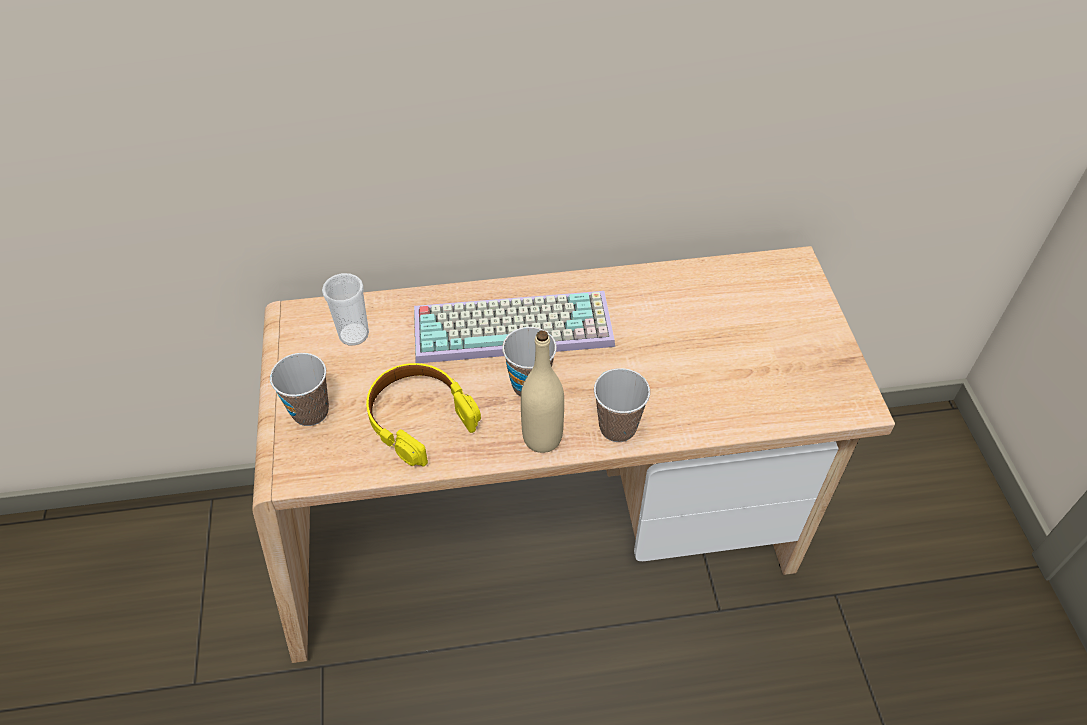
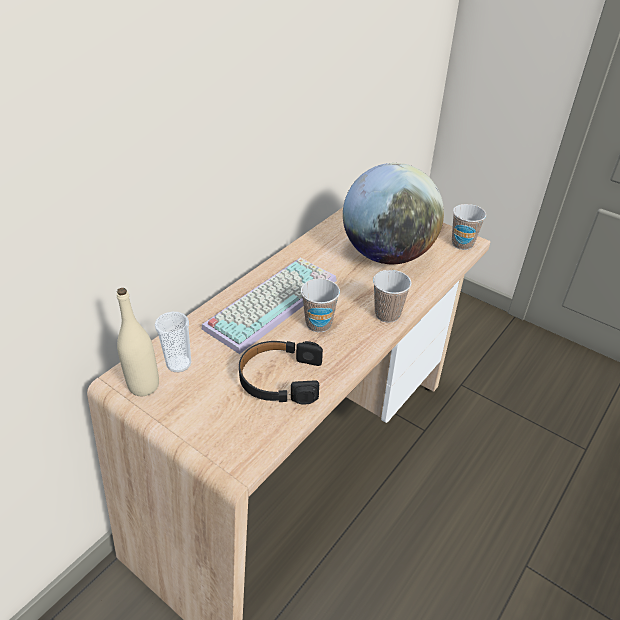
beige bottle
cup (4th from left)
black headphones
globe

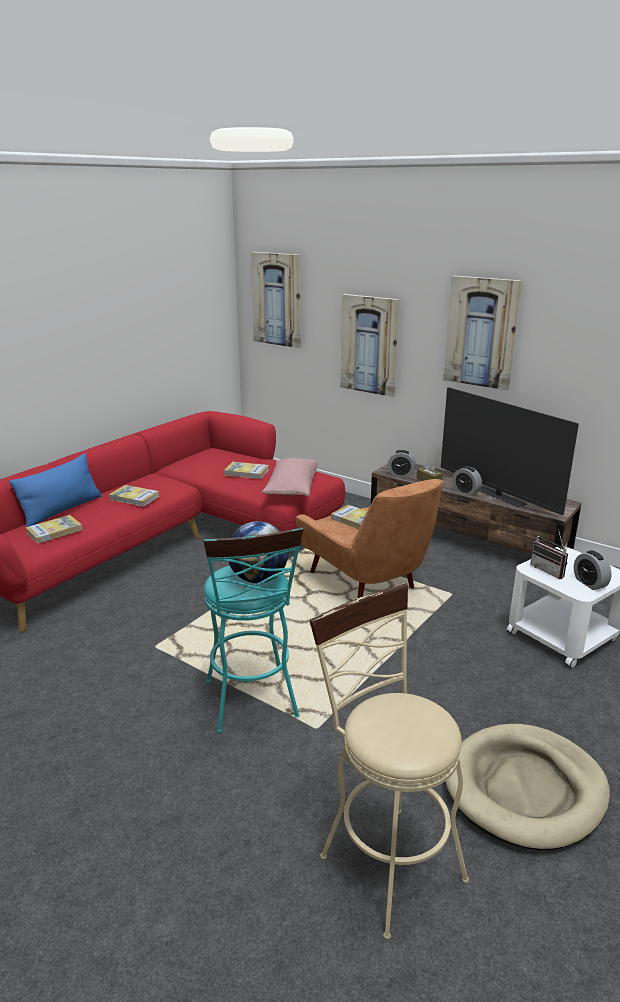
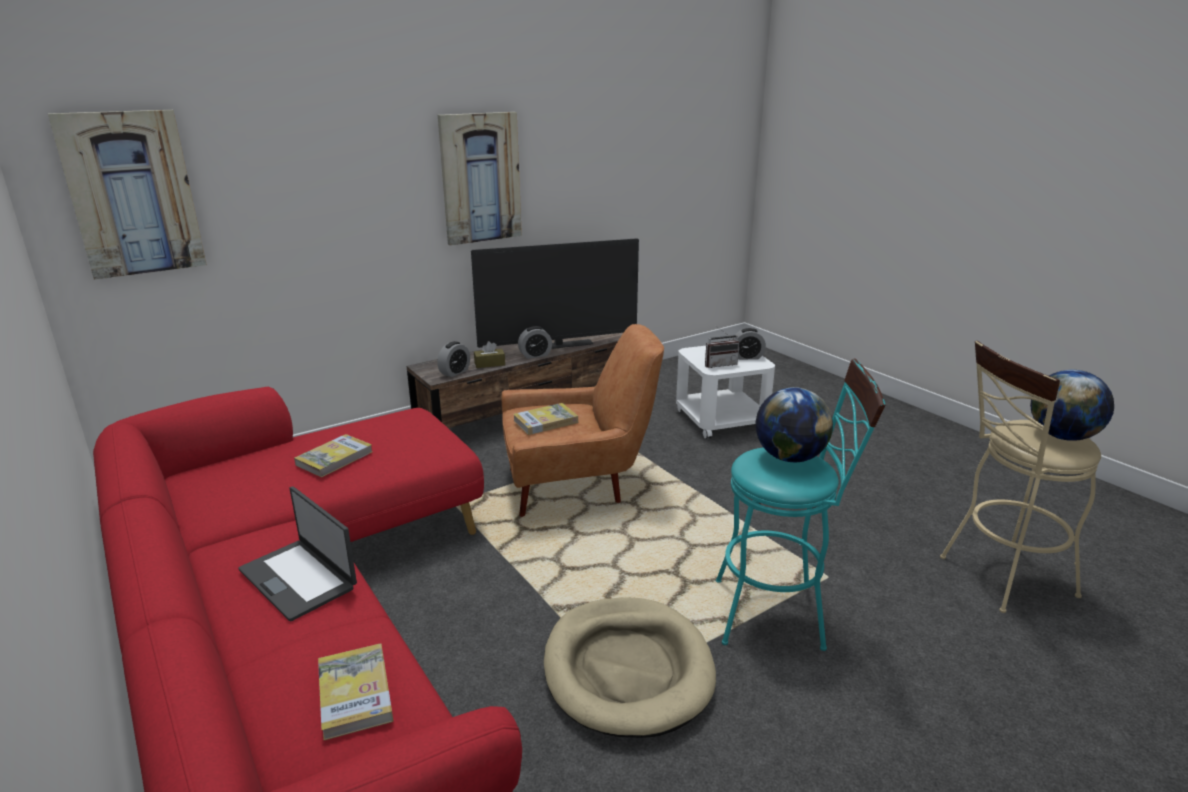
picture (2nd from left in the first image)
blue pillow
pink pillow
laptop
beige dog bed
globe (2nd from left)

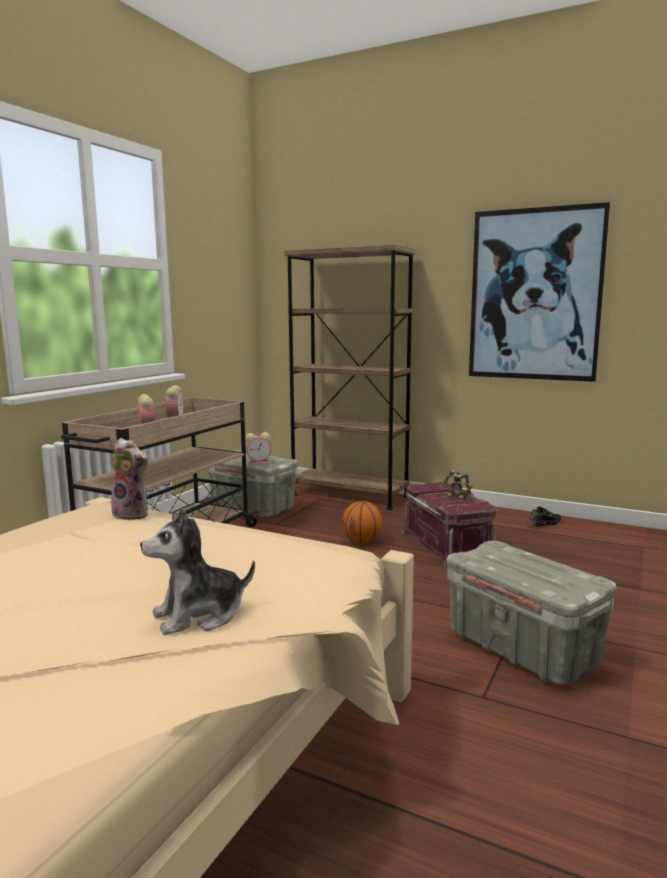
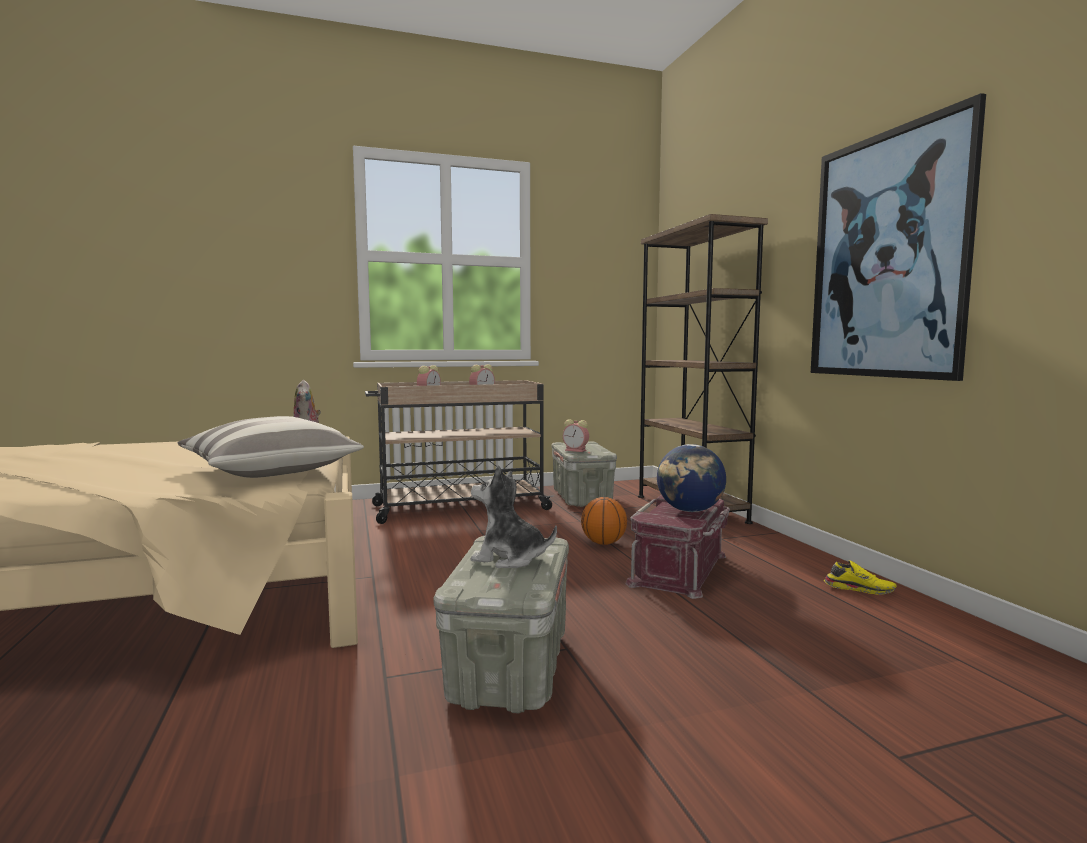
globe
yellow shoe
plush toy (2nd from left)
pillow

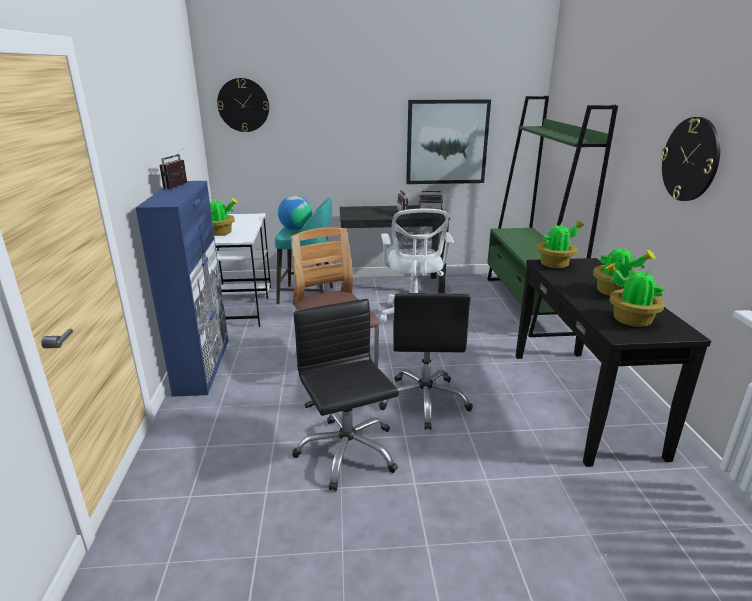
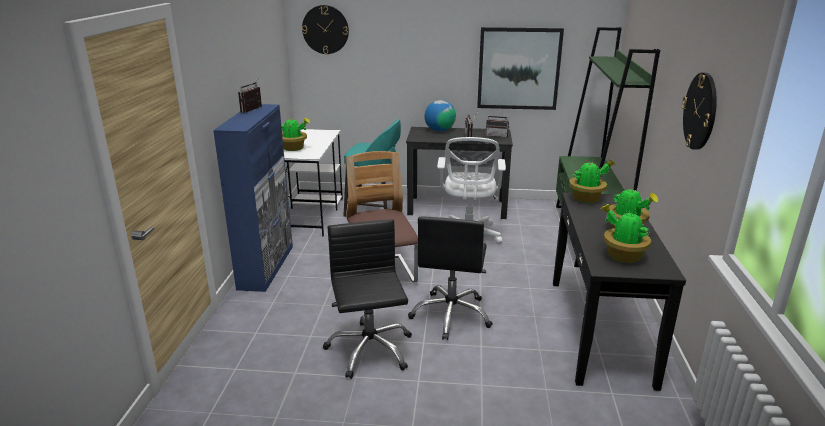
globe

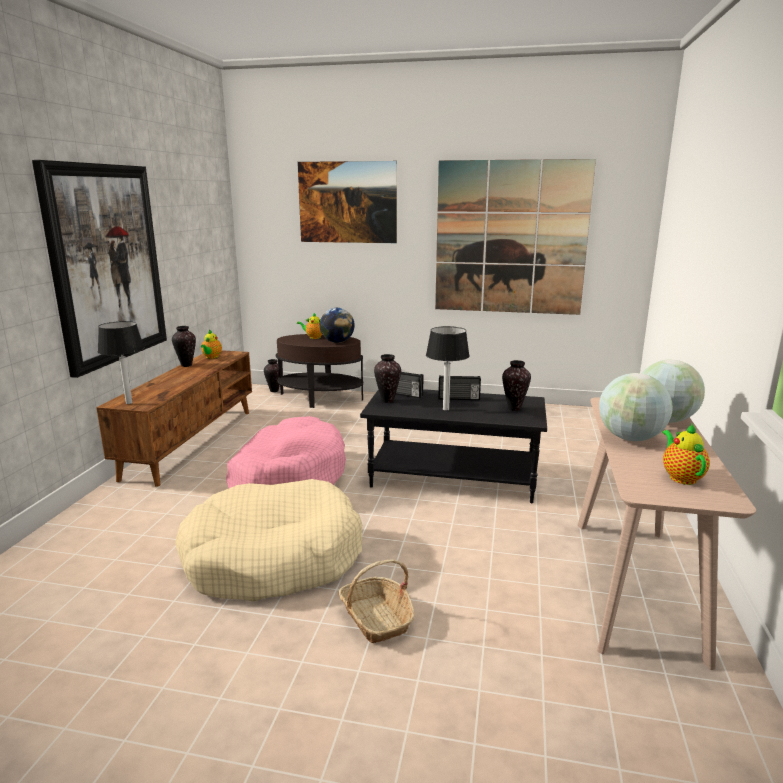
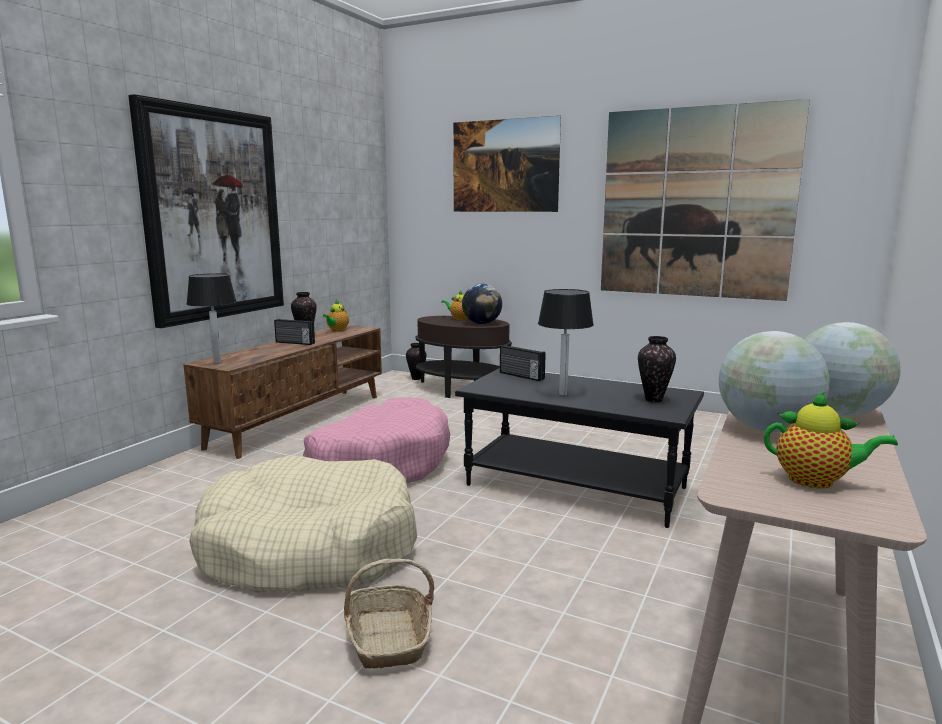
vase (3rd from left in the first image)
radio (1st from left)
teapot (3rd from left)

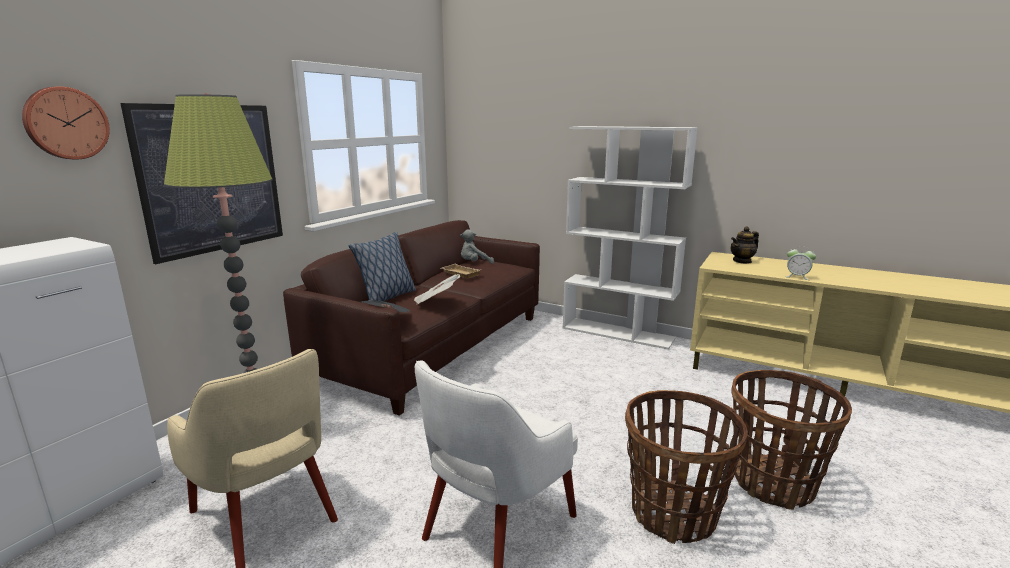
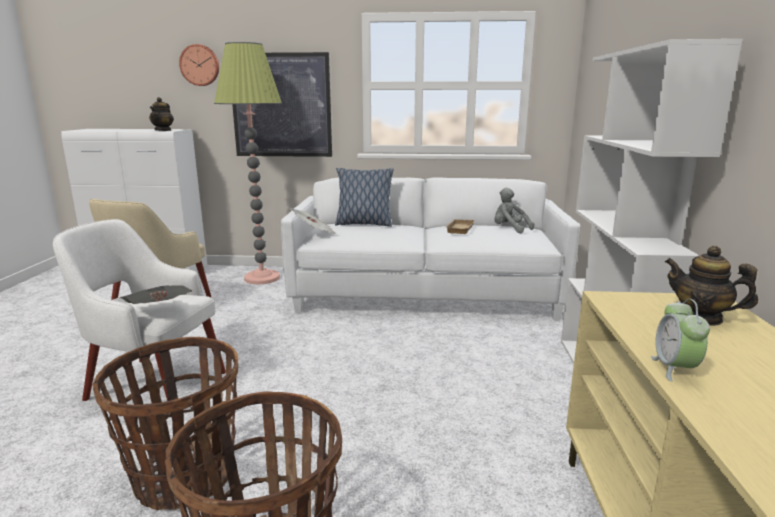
white sofa
newspaper (1st from left)
teapot (1st from left)

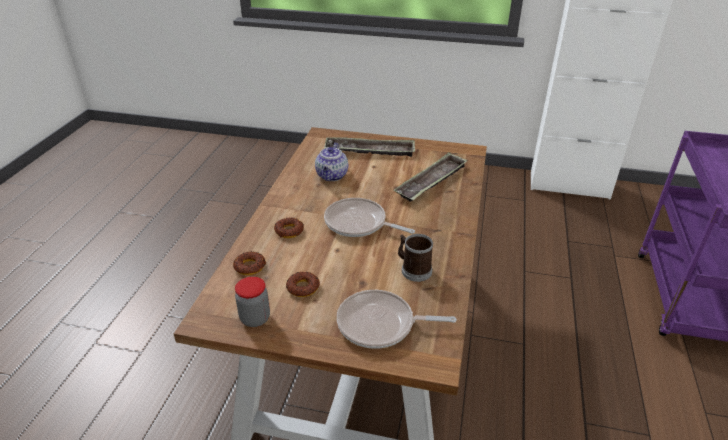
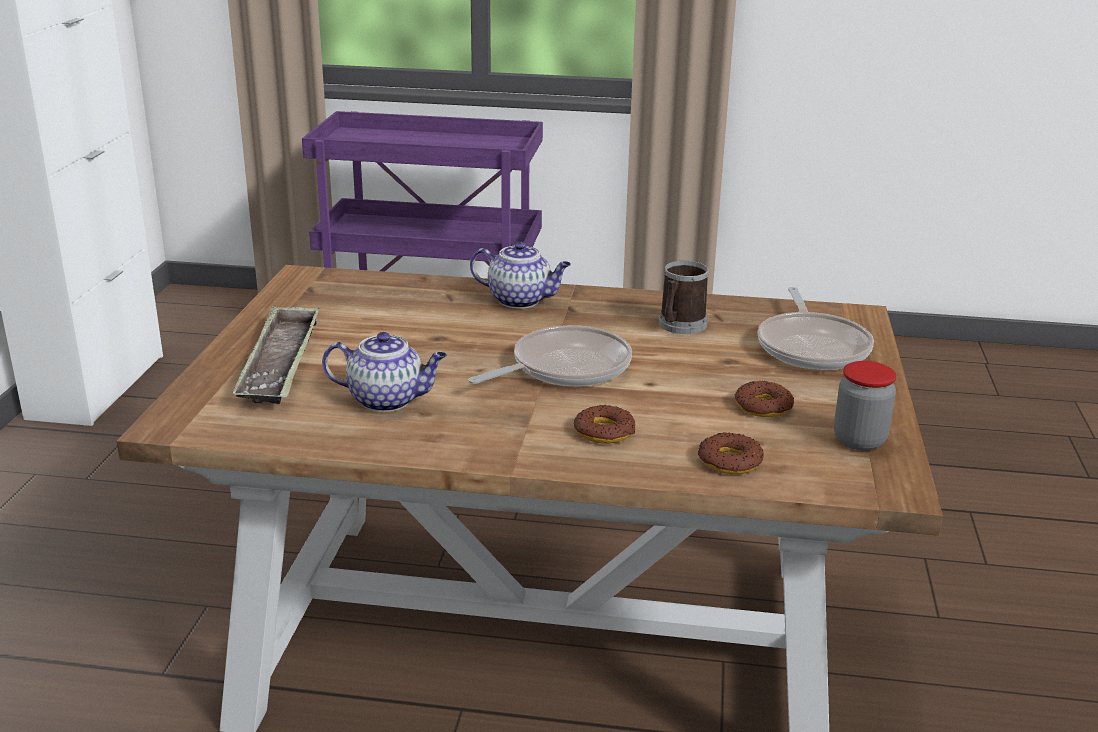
tray (2nd from left in the first image)
frying pan (1st from left)
teapot (2nd from left)

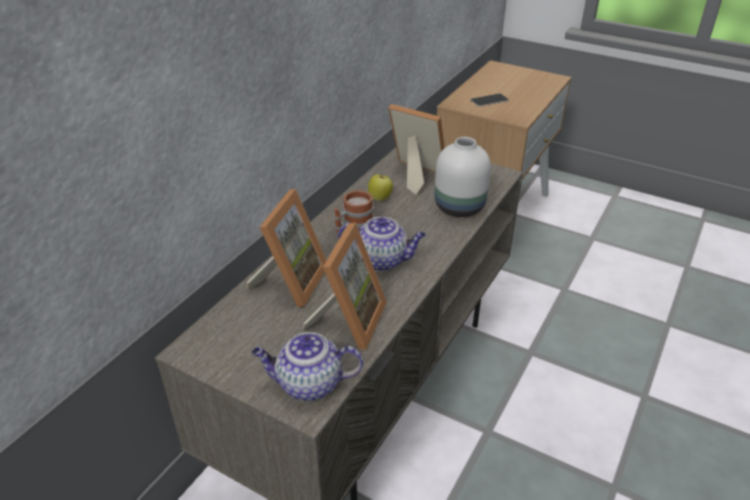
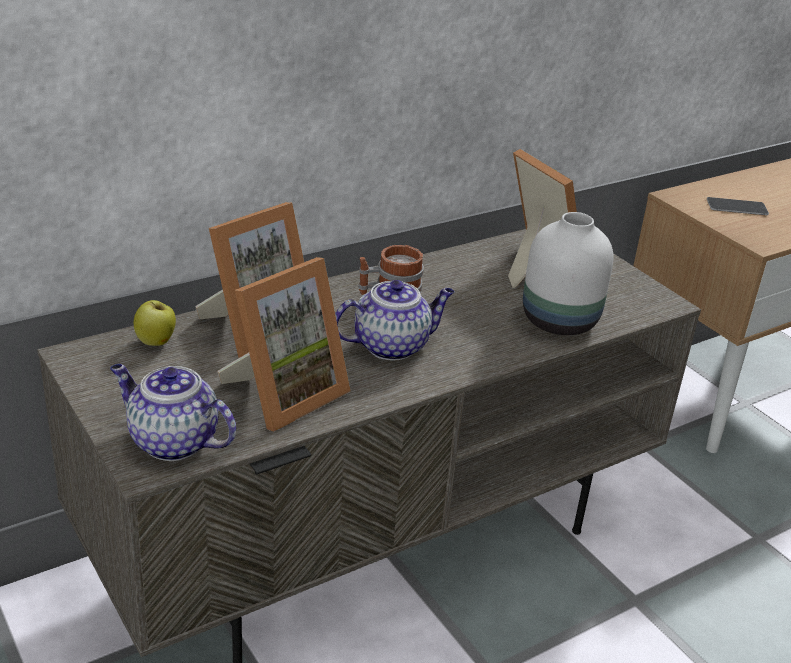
apple
teapot (2nd from left)

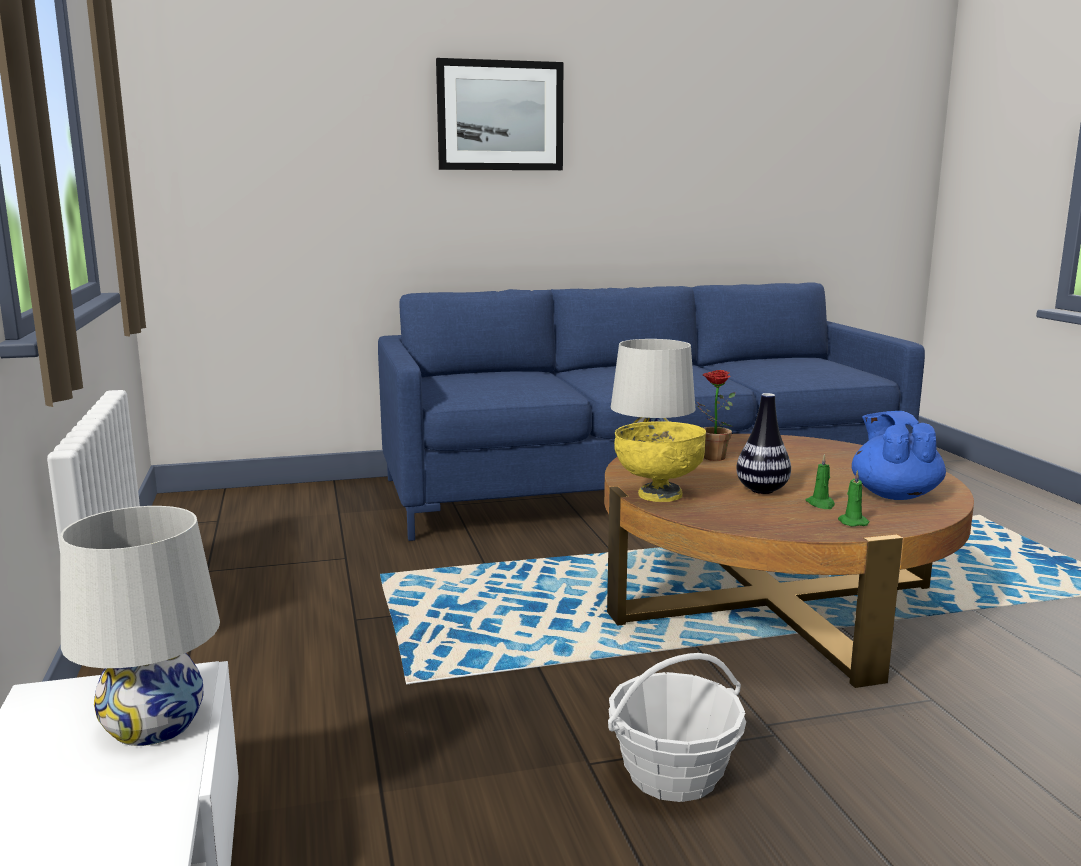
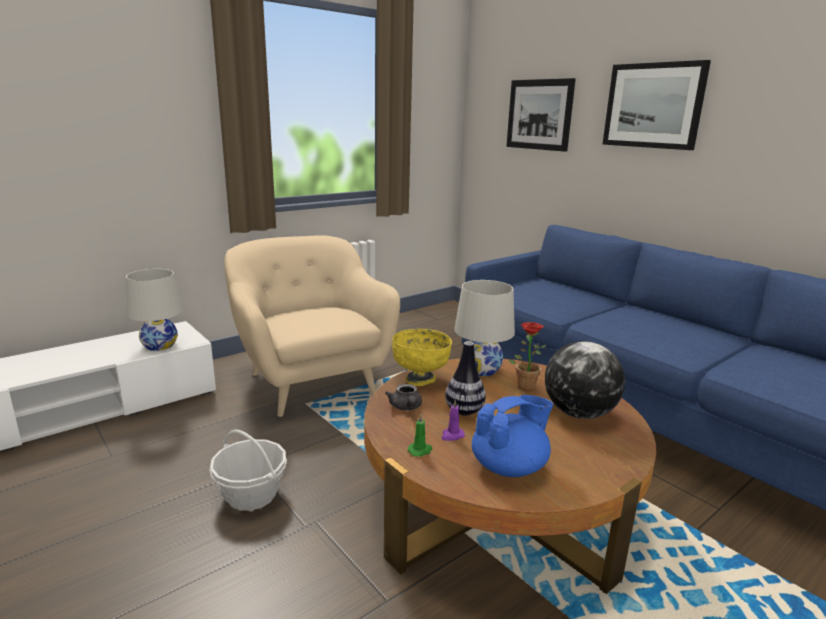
purple candle
picture (1st from left)
beige armchair
globe
grey teapot

